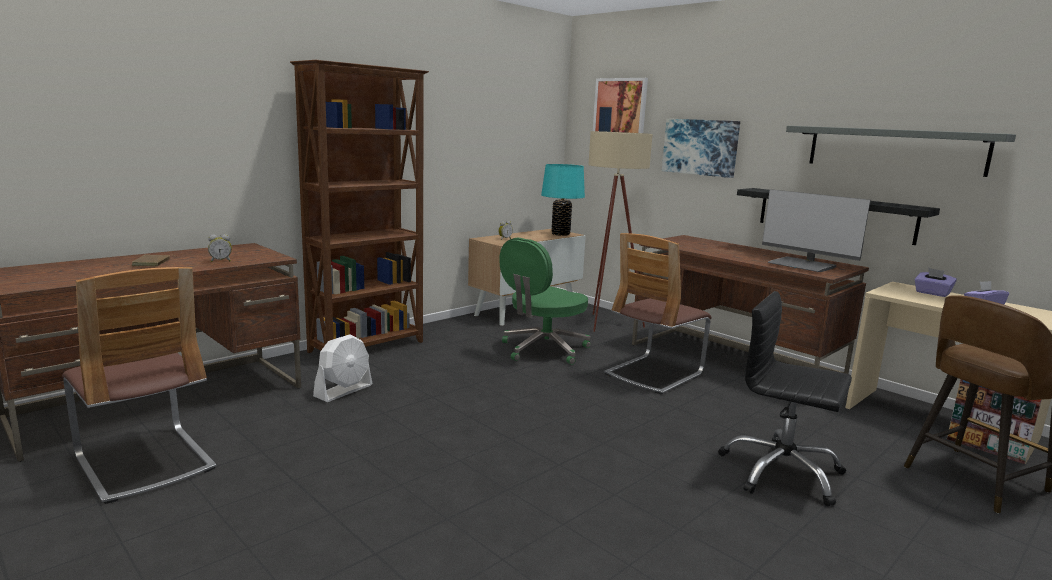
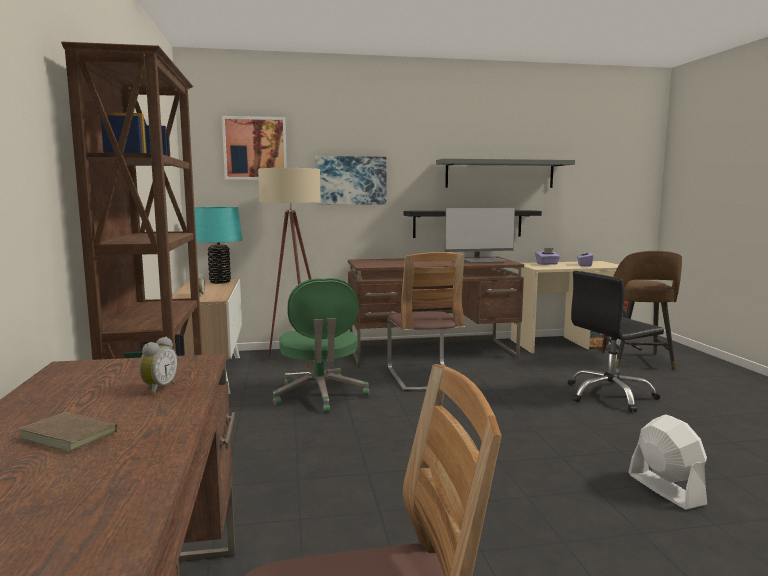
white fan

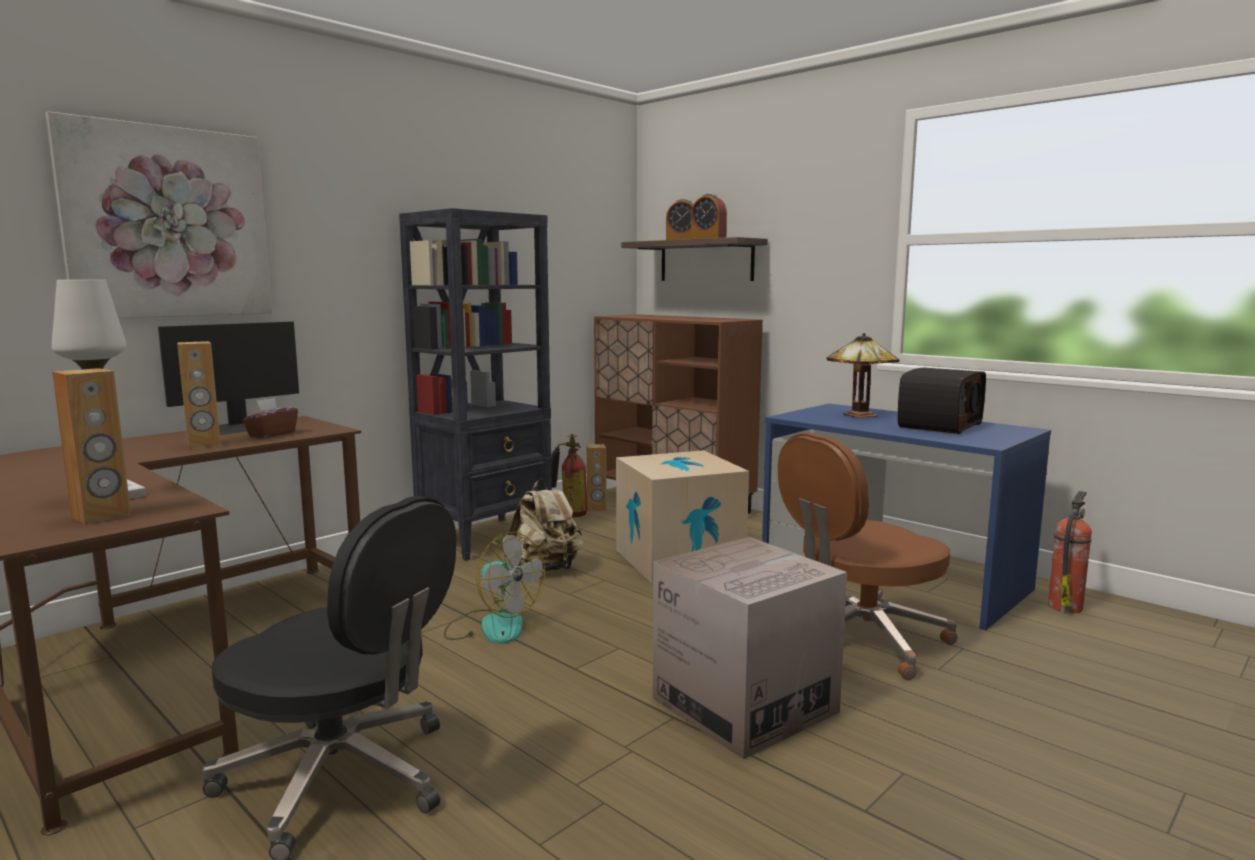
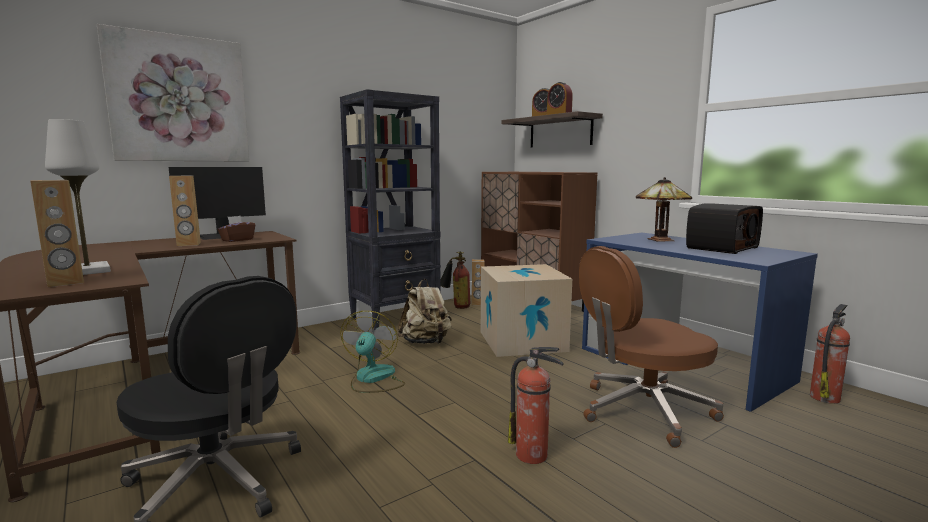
fan
fire extinguisher (2nd from left)

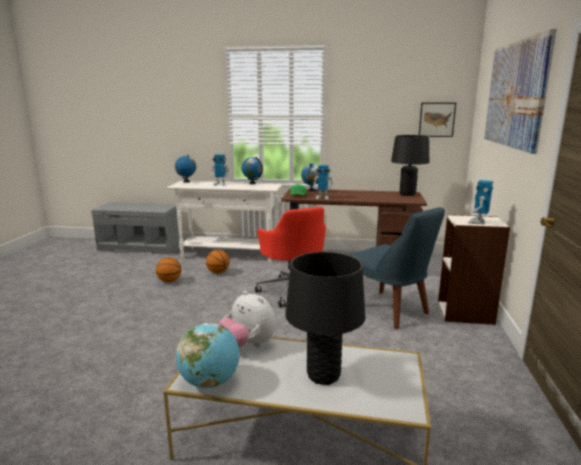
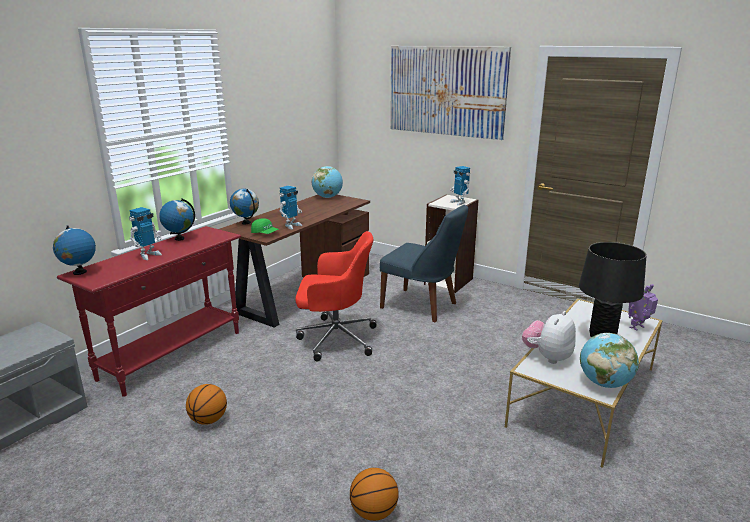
picture (1st from left in the first image)
globe (4th from left)
red console table
blue chair
basketball (2nd from left)
plush toy
toy robot (4th from left)

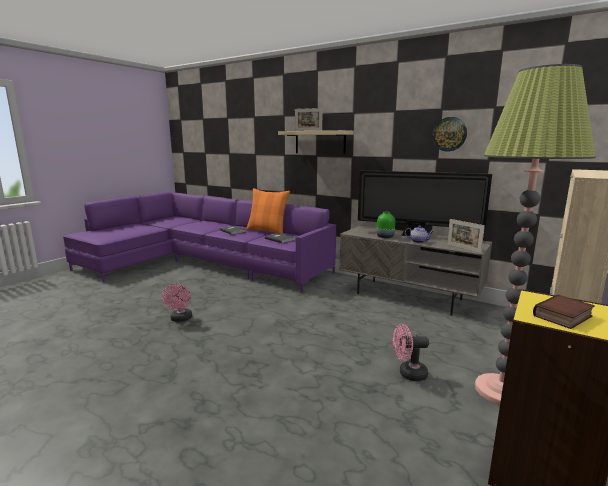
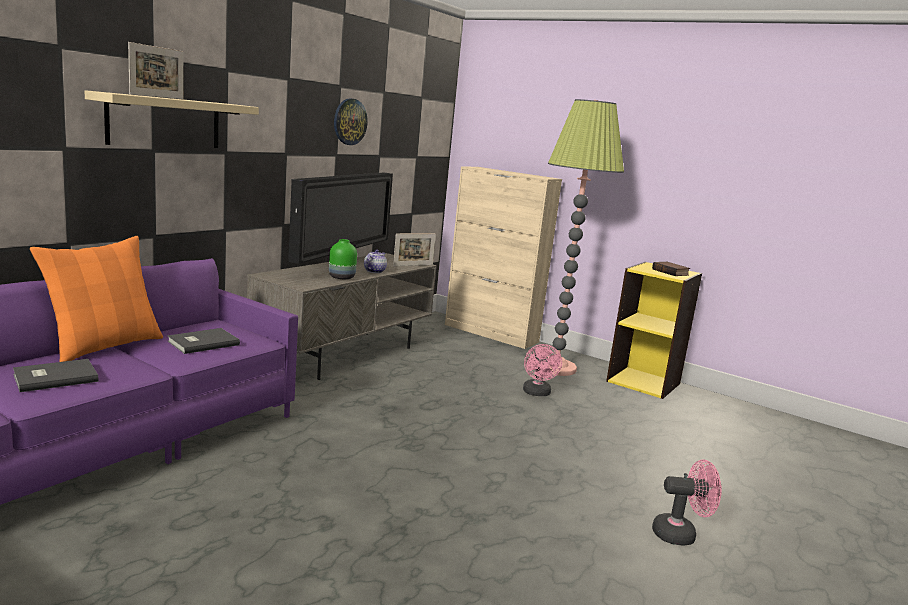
pink fan (2nd from left)

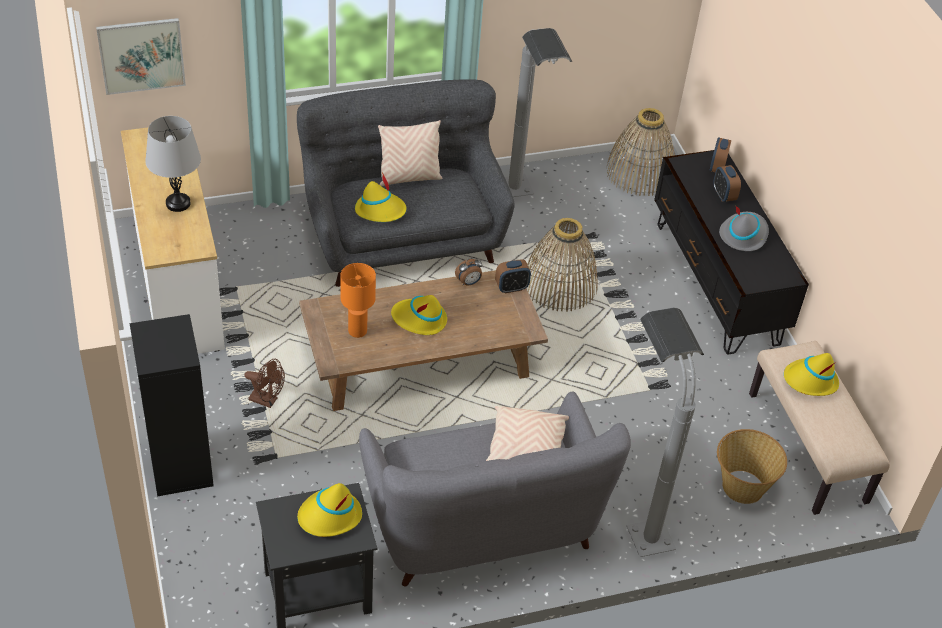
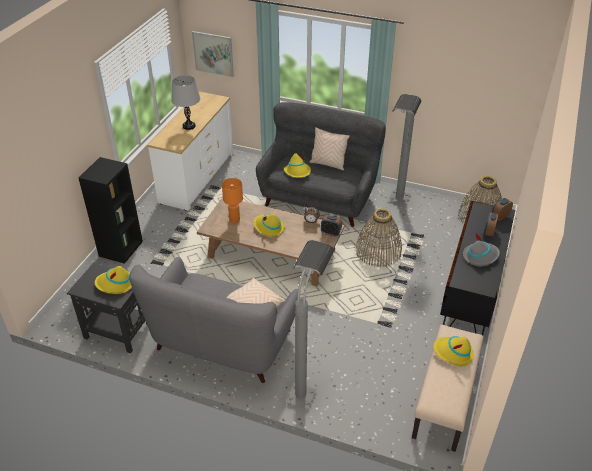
brown fan
basket (3rd from left in the first image)

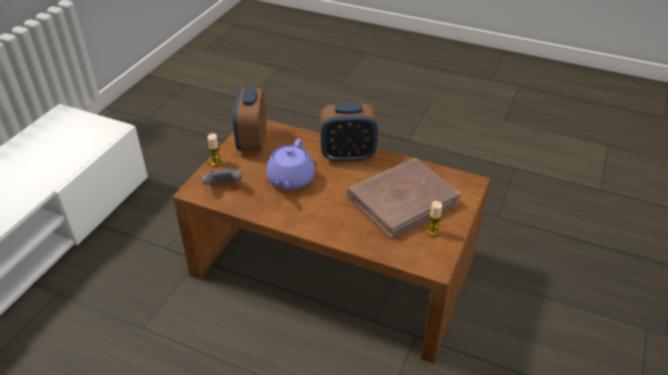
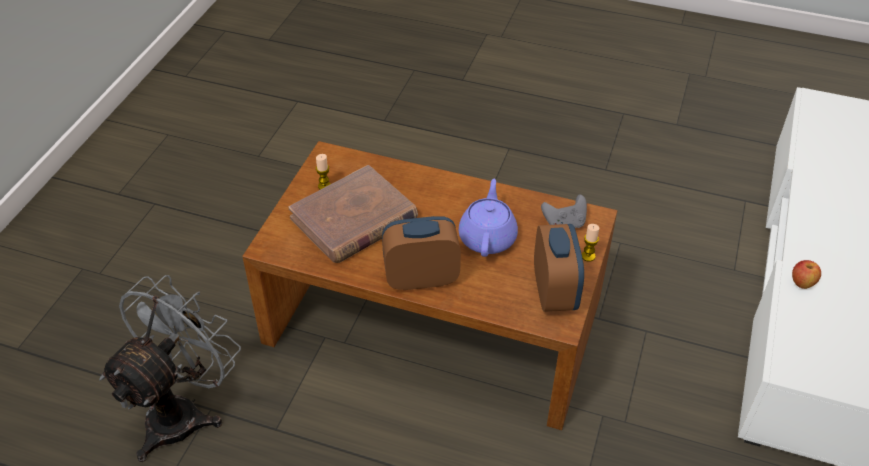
apple
grey fan

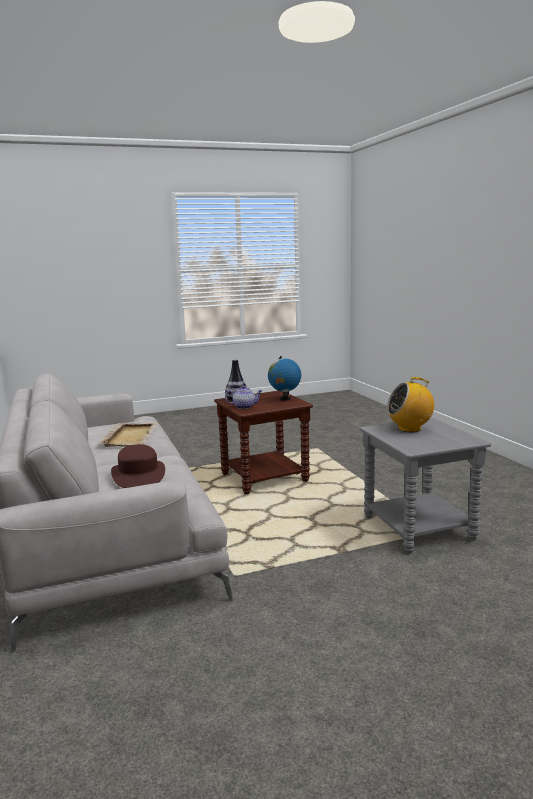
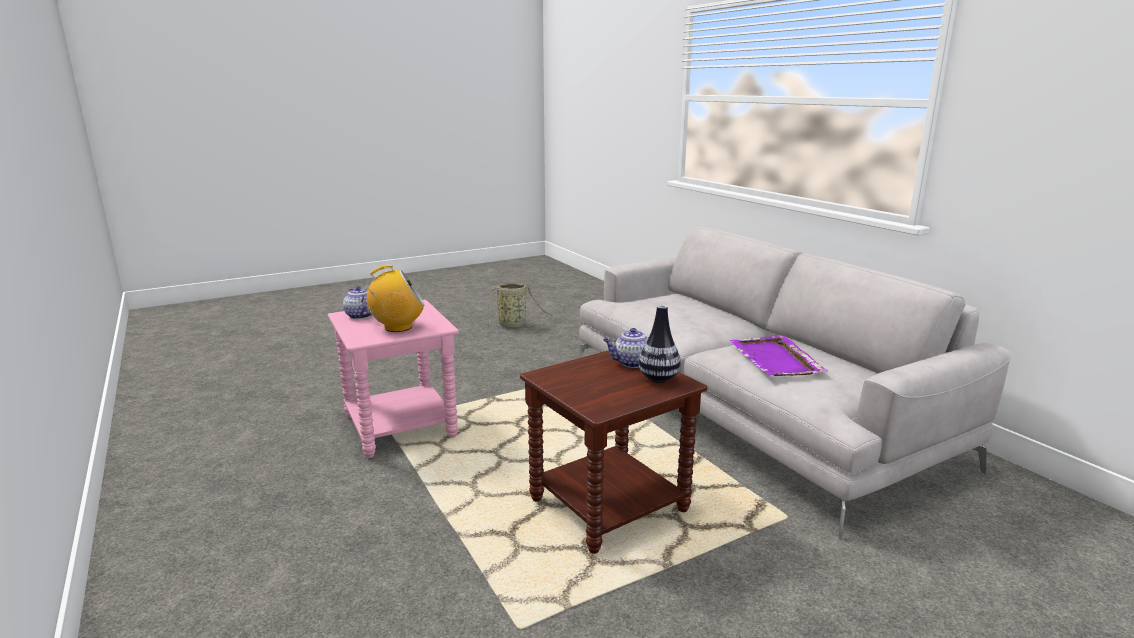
globe
pink side table
purple tray
brown hat
basket
teapot (1st from left)

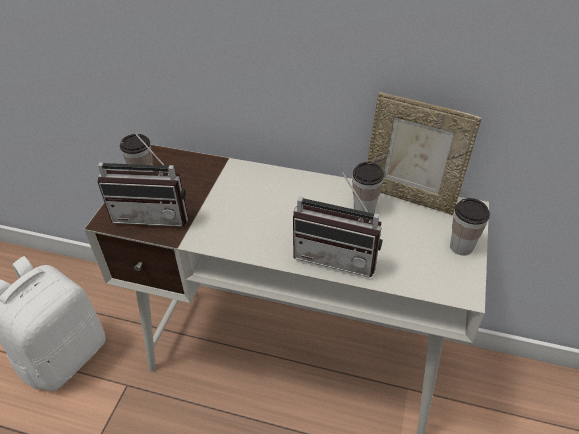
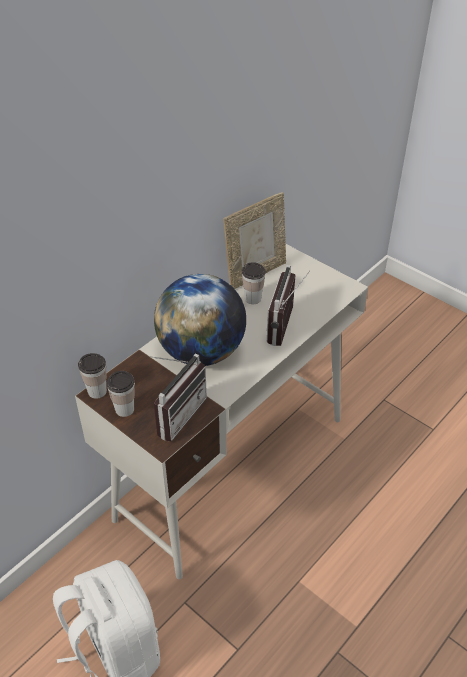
radio (2nd from left)
cup (1st from left)
globe

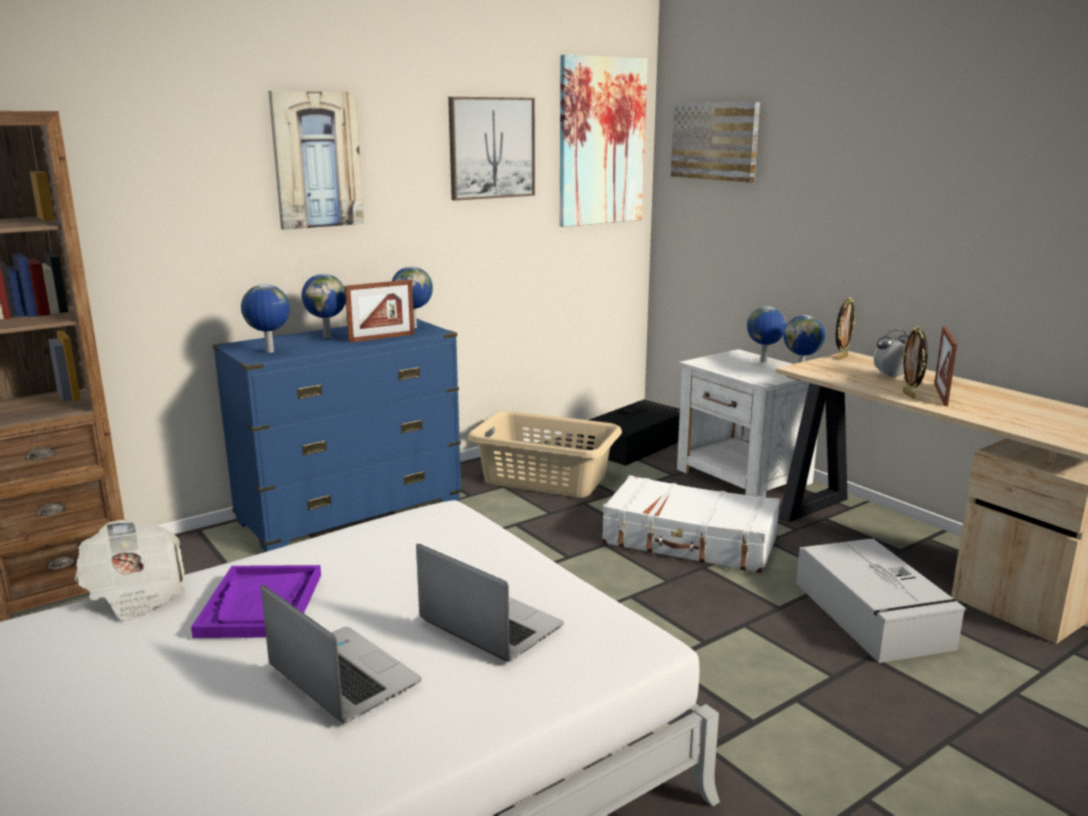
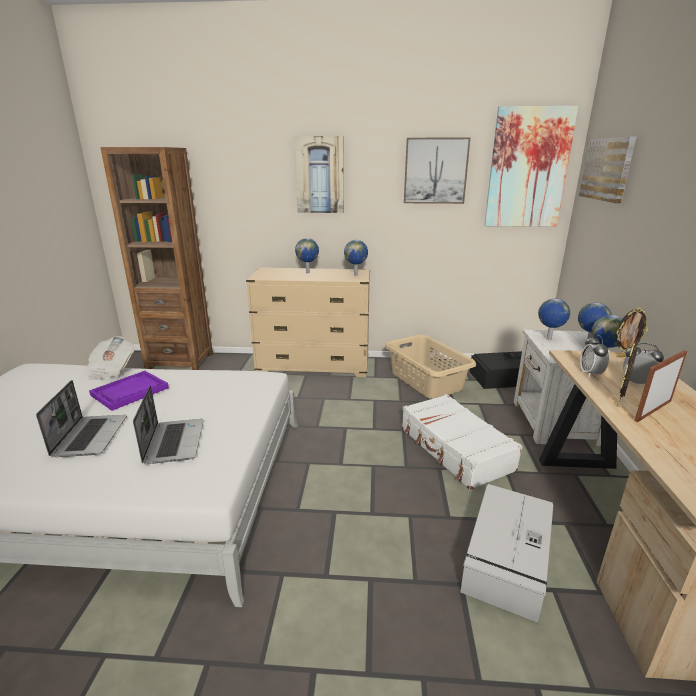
picture frame (1st from left in the first image)
globe (3rd from left)
beige dresser
alarm clock (1st from left)

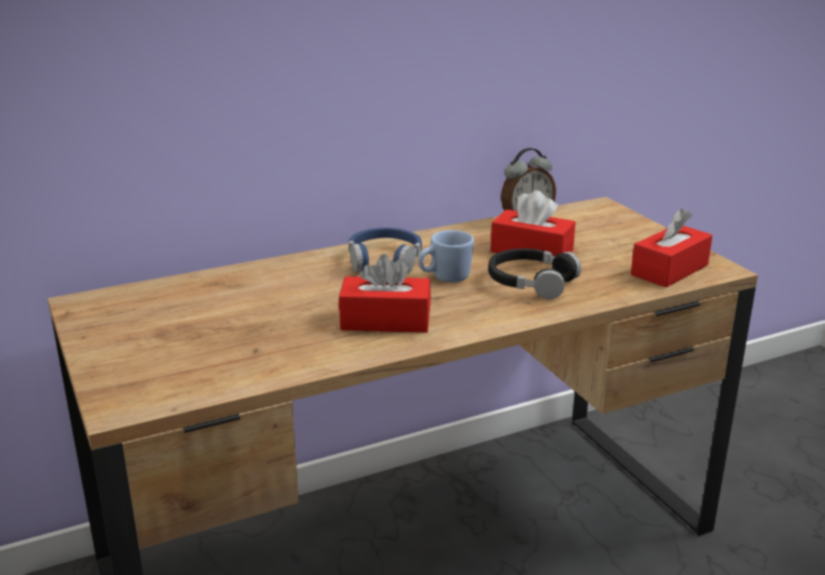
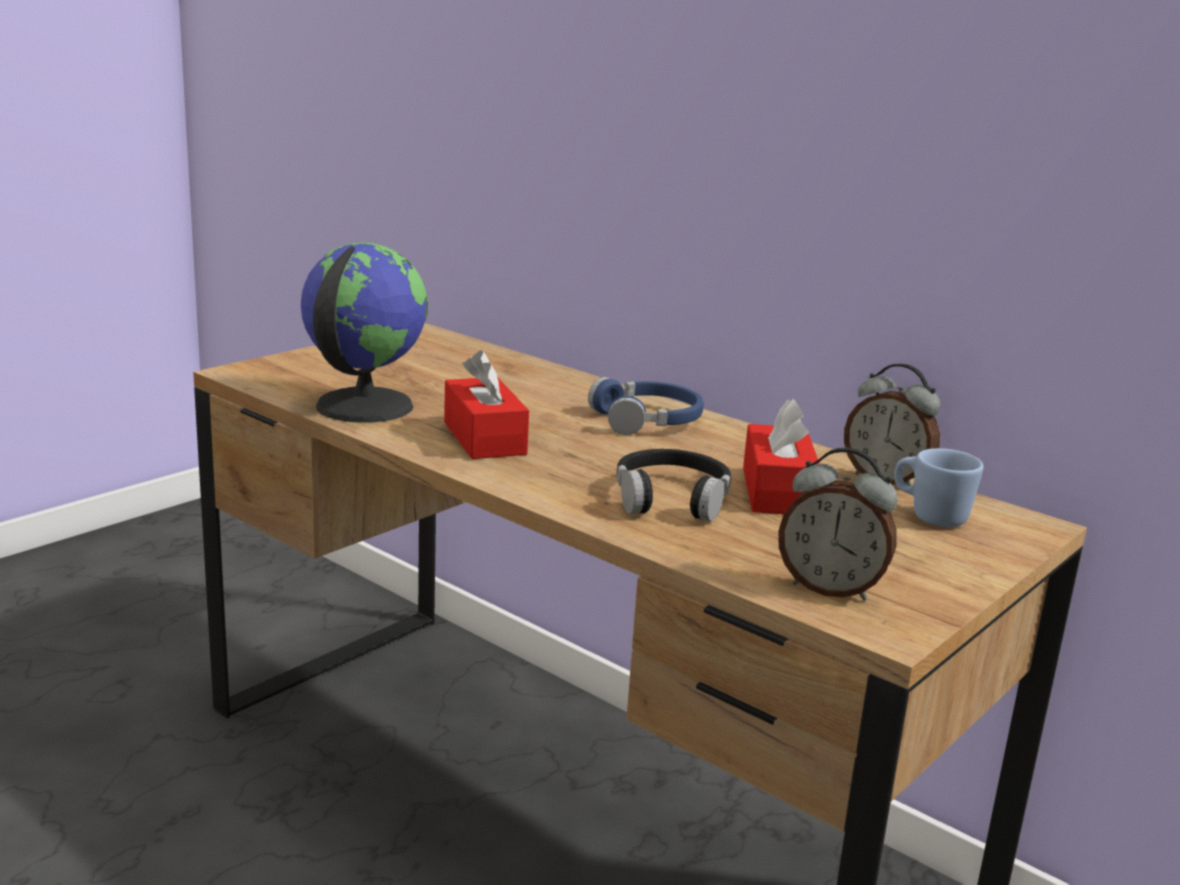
alarm clock (1st from left)
blue mug
globe

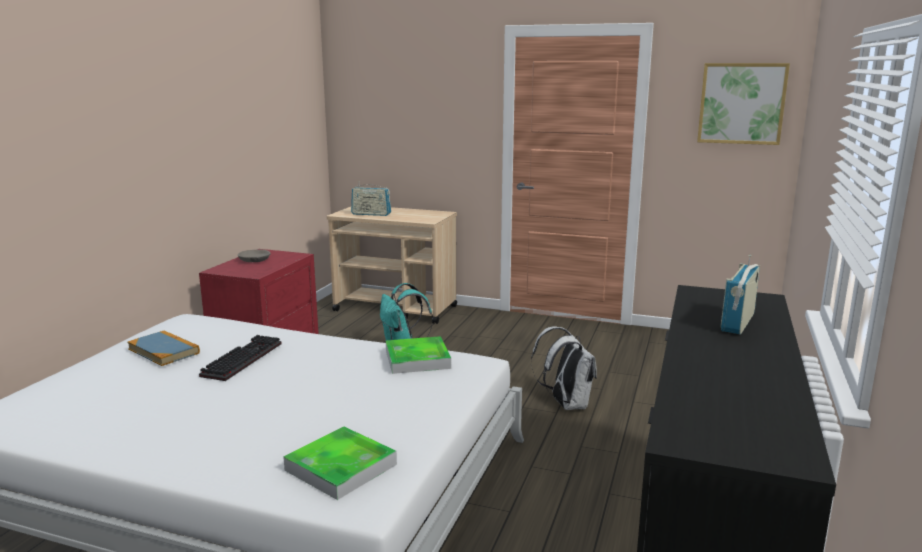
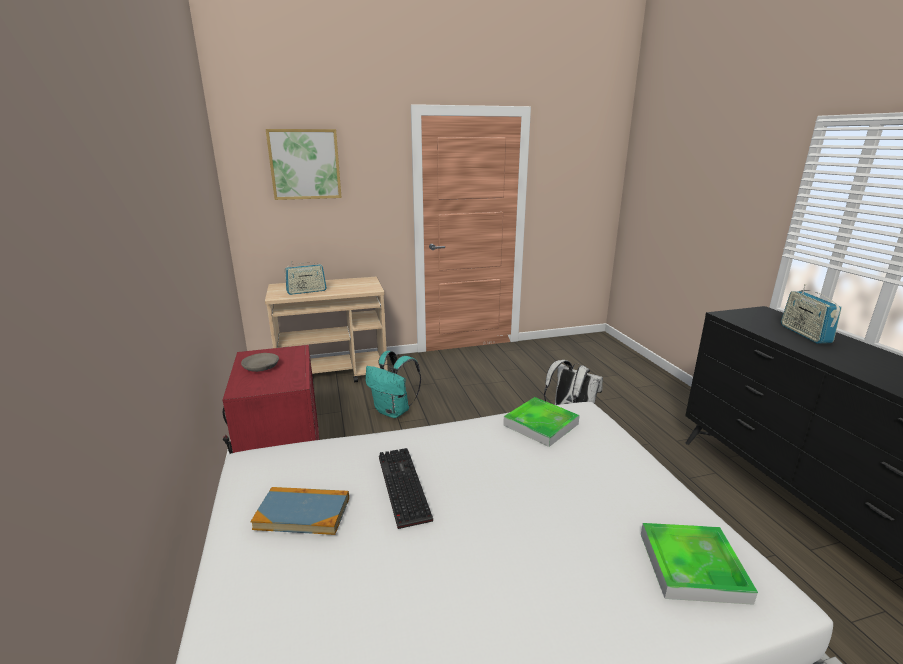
picture

